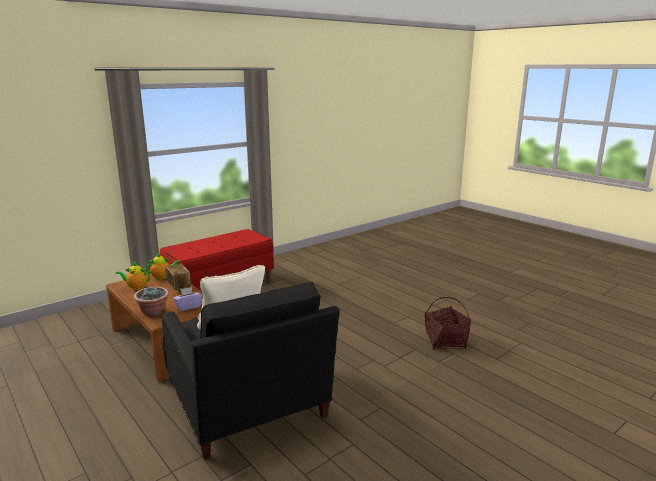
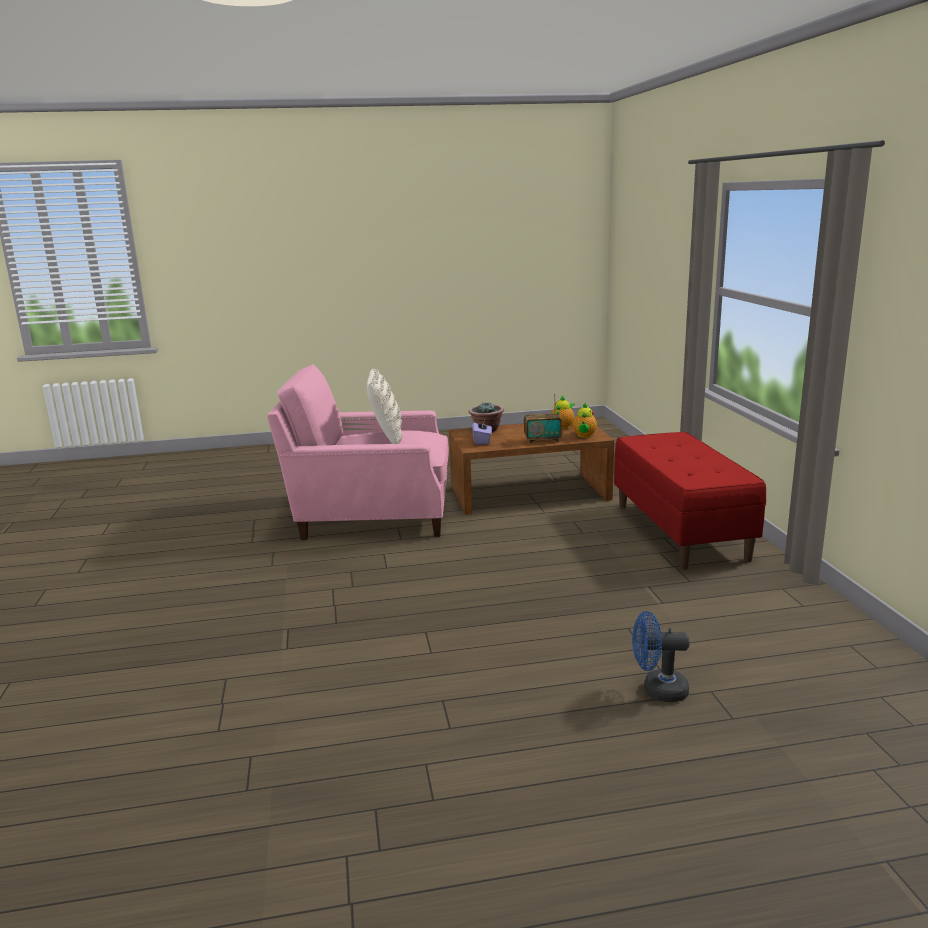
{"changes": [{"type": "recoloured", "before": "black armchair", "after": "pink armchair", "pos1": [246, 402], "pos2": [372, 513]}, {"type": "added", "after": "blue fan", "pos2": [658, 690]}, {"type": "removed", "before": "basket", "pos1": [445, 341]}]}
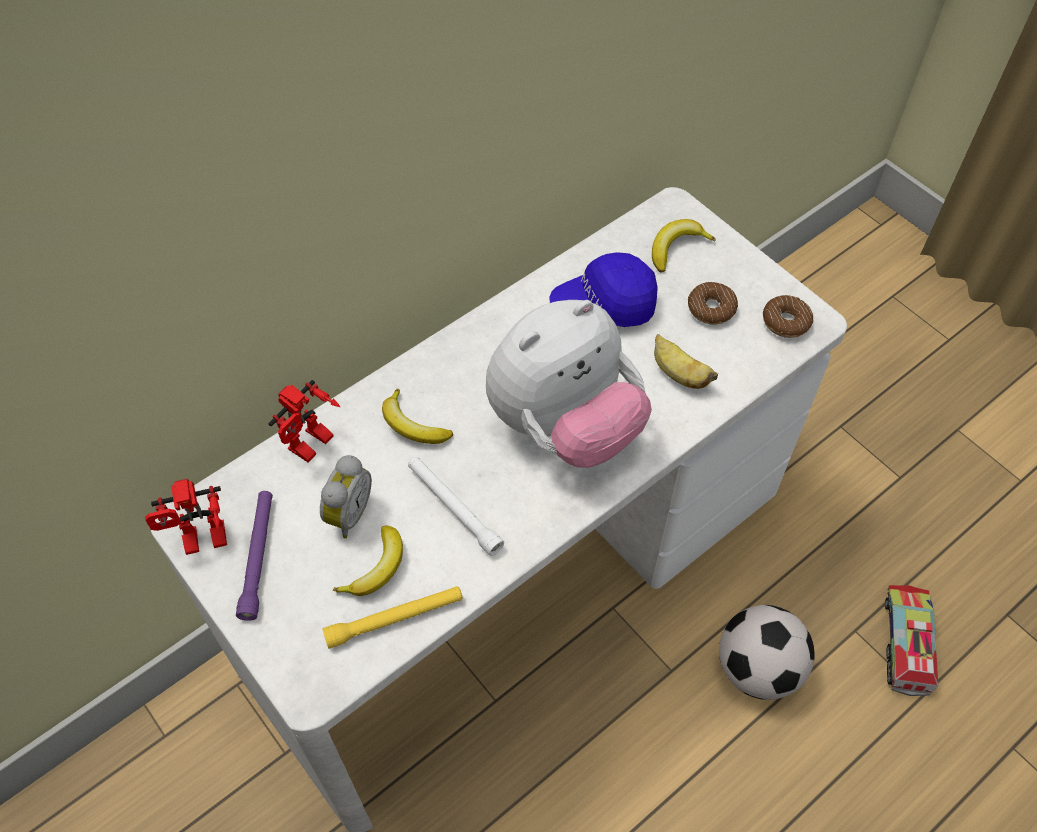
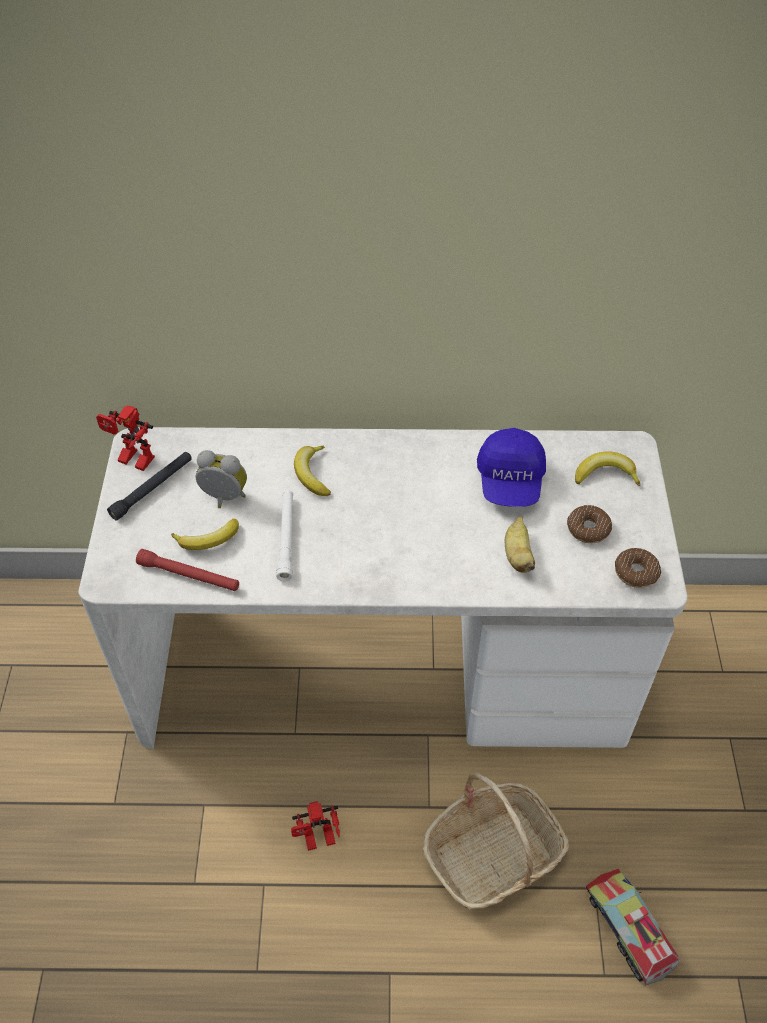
{"changes": [{"type": "recoloured", "before": "purple flashlight", "after": "black flashlight", "pos1": [258, 557], "pos2": [152, 489]}, {"type": "recoloured", "before": "yellow flashlight", "after": "red flashlight", "pos1": [394, 619], "pos2": [189, 575]}, {"type": "turned", "before": "alarm clock", "pos1": [347, 513], "pos2": [223, 498], "turn": -135}, {"type": "moved", "before": "toy robot", "pos1": [313, 447], "pos2": [318, 842]}, {"type": "replaced", "before": "football", "after": "basket", "pos1": [758, 668], "pos2": [493, 854]}, {"type": "turned", "before": "blue cap", "pos1": [603, 308], "pos2": [510, 481], "turn": -105}, {"type": "turned", "before": "toy truck", "pos1": [906, 642], "pos2": [628, 928], "turn": -75}, {"type": "removed", "before": "plush toy", "pos1": [565, 426]}]}
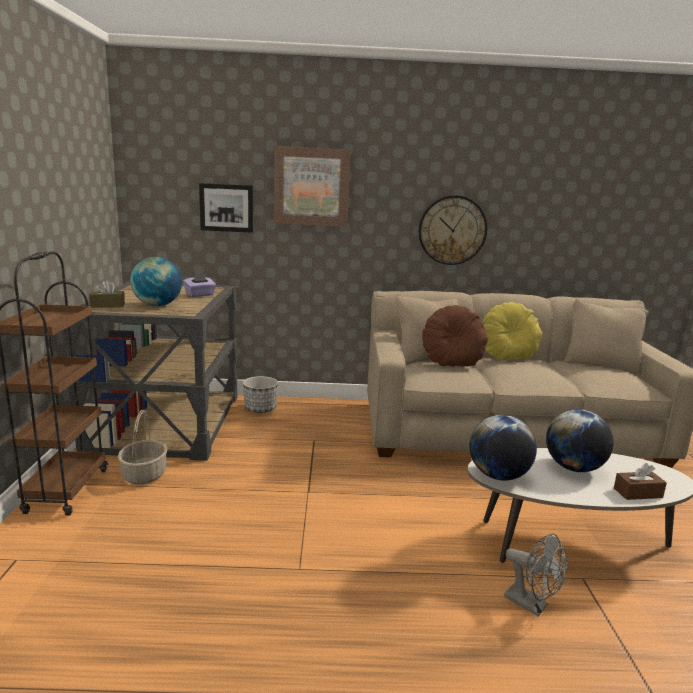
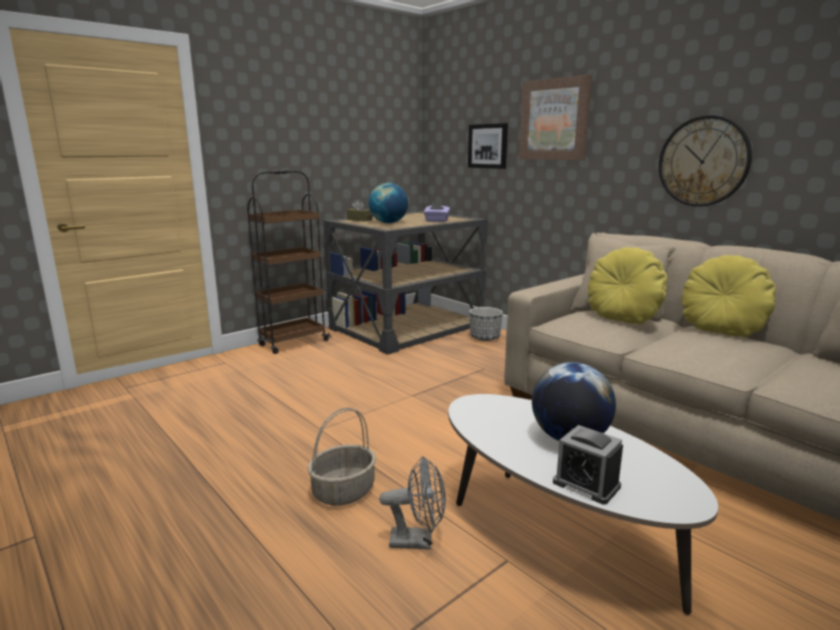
{"changes": [{"type": "moved", "before": "basket", "pos1": [144, 474], "pos2": [343, 491]}, {"type": "turned", "before": "grey fan", "pos1": [532, 605], "pos2": [418, 541], "turn": -90}, {"type": "replaced", "before": "brown tissue box", "after": "alarm clock", "pos1": [637, 493], "pos2": [586, 484]}, {"type": "recoloured", "before": "brown pillow", "after": "yellow pillow", "pos1": [452, 364], "pos2": [622, 319]}, {"type": "removed", "before": "globe", "pos1": [498, 476]}]}
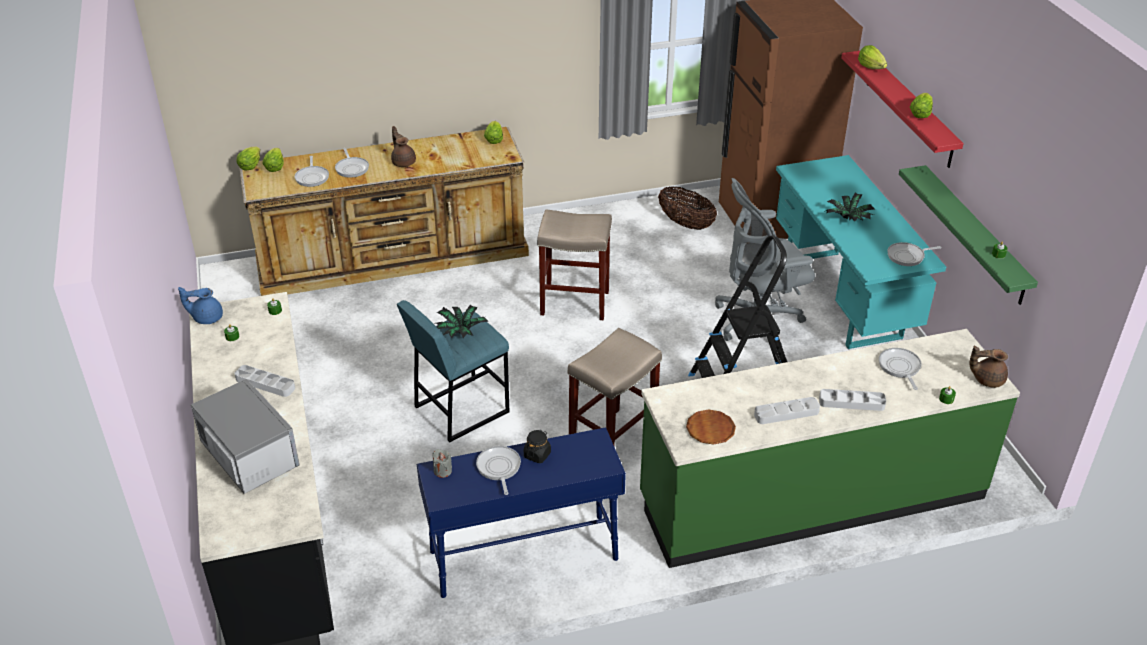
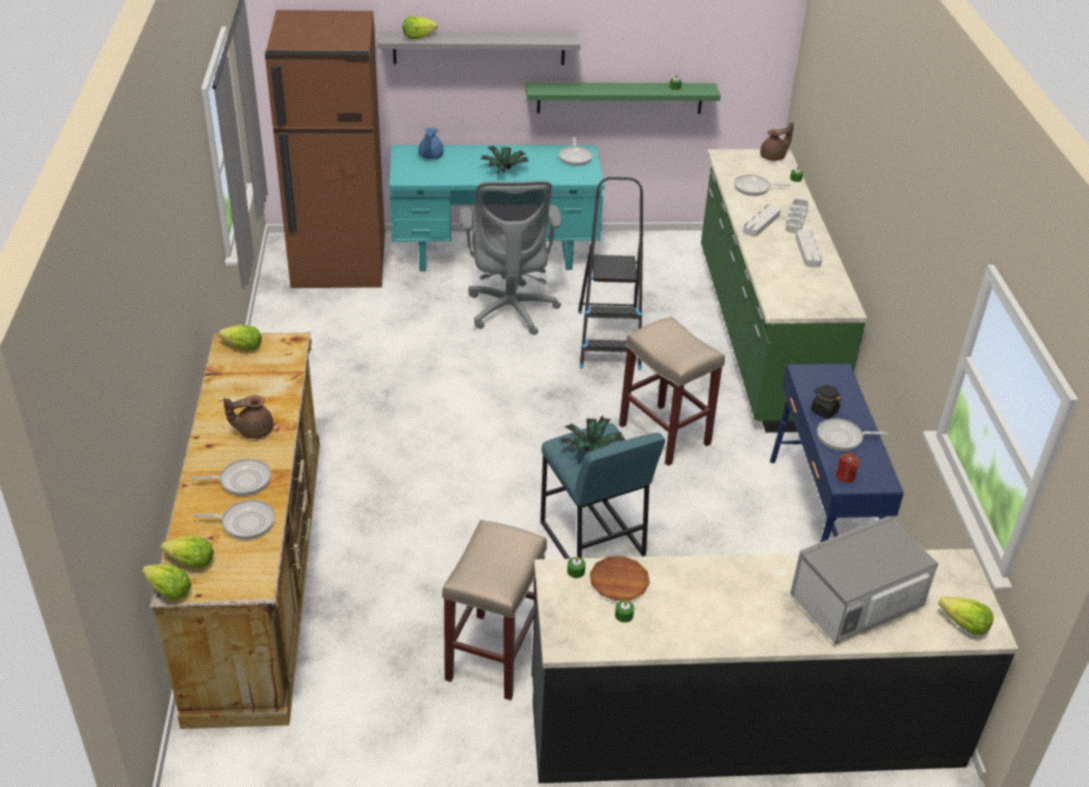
{"changes": [{"type": "recoloured", "before": "red shelf", "after": "grey shelf", "pos1": [909, 108], "pos2": [479, 48]}, {"type": "moved", "before": "blue teapot", "pos1": [206, 317], "pos2": [430, 156]}, {"type": "moved", "before": "beige stool", "pos1": [576, 303], "pos2": [494, 654]}, {"type": "moved", "before": "brown plate", "pos1": [710, 430], "pos2": [619, 581]}, {"type": "moved", "before": "grey tray", "pos1": [265, 383], "pos2": [761, 223]}, {"type": "turned", "before": "brown teapot", "pos1": [987, 379], "pos2": [773, 157], "turn": -135}, {"type": "recoloured", "before": "grey candle", "after": "red candle", "pos1": [442, 471], "pos2": [845, 476]}, {"type": "moved", "before": "lettuce", "pos1": [920, 114], "pos2": [964, 625]}, {"type": "removed", "before": "basket", "pos1": [686, 224]}]}
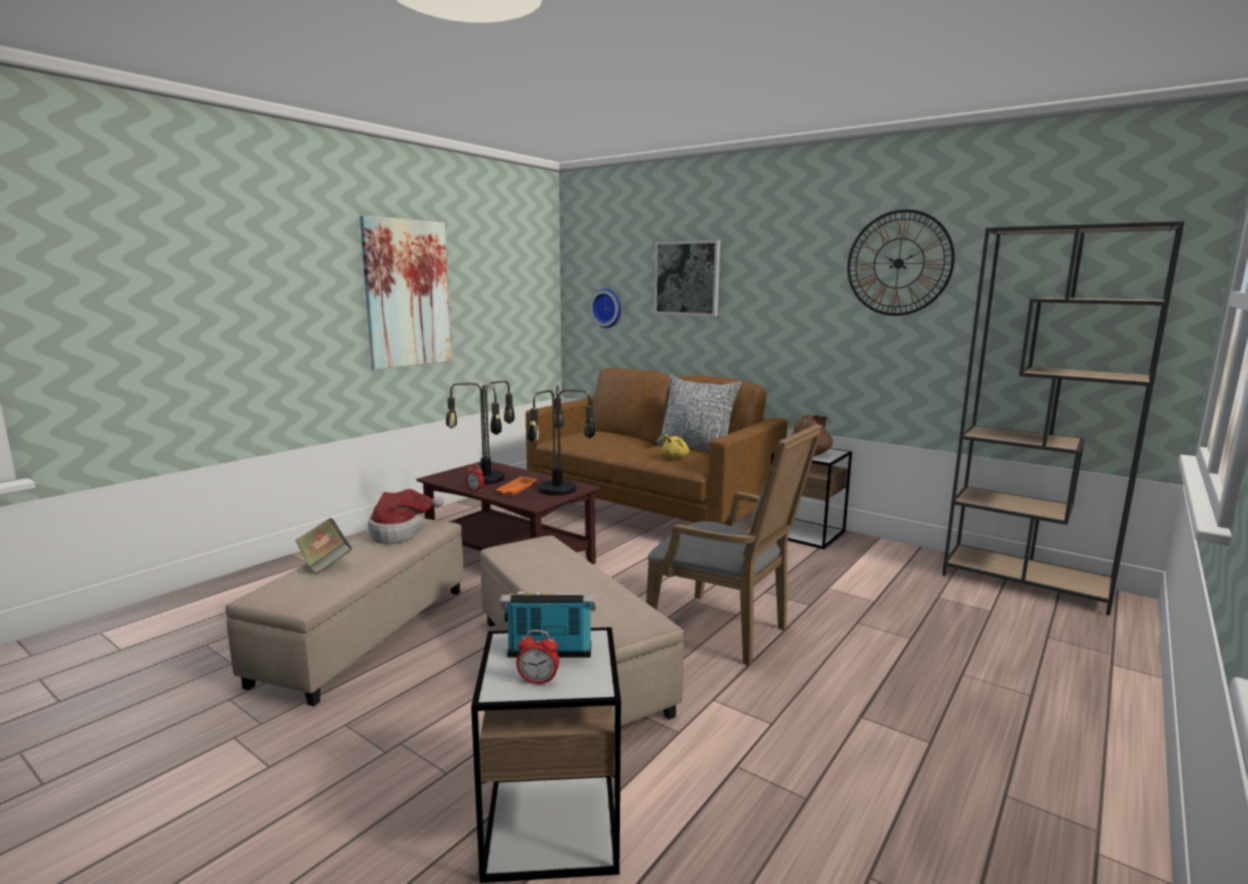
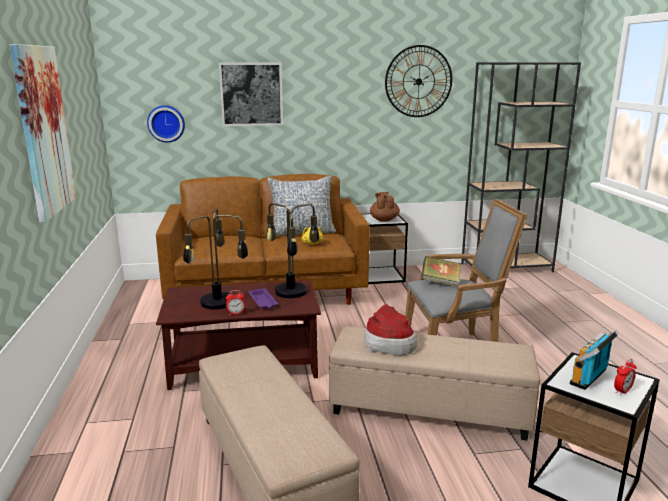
{"changes": [{"type": "recoloured", "before": "orange tray", "after": "purple tray", "pos1": [516, 489], "pos2": [263, 301]}, {"type": "moved", "before": "hat", "pos1": [400, 532], "pos2": [389, 343]}, {"type": "moved", "before": "book", "pos1": [324, 563], "pos2": [440, 282]}]}
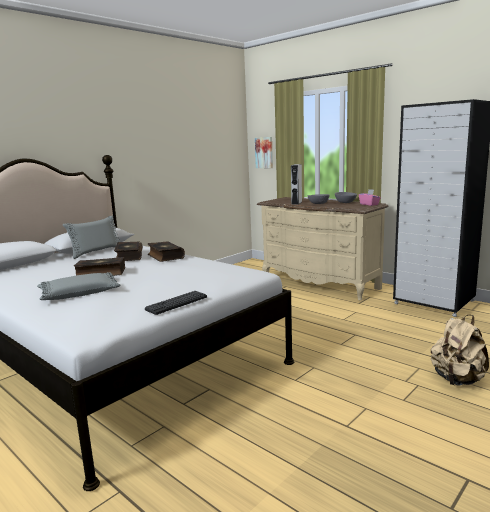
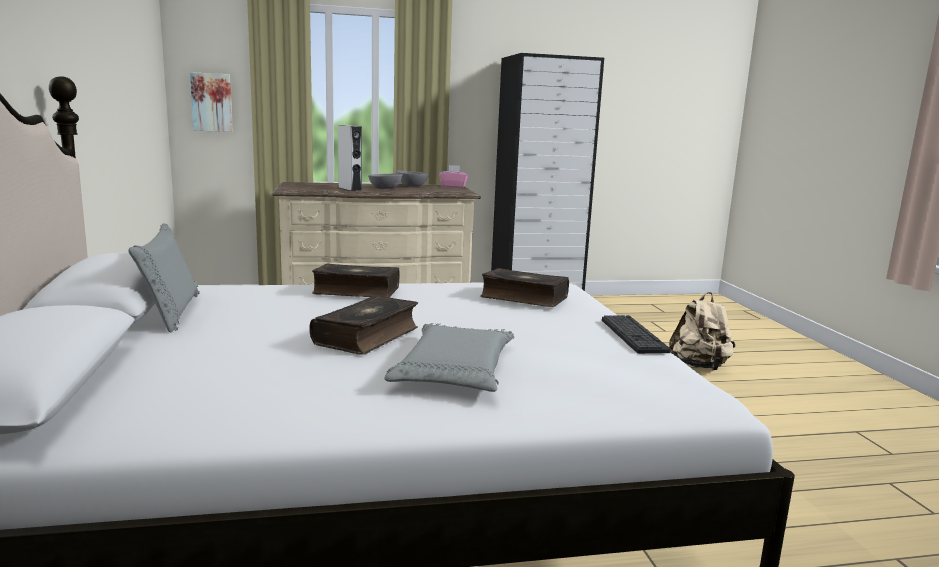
{"changes": [{"type": "moved", "before": "book", "pos1": [128, 256], "pos2": [523, 298]}]}
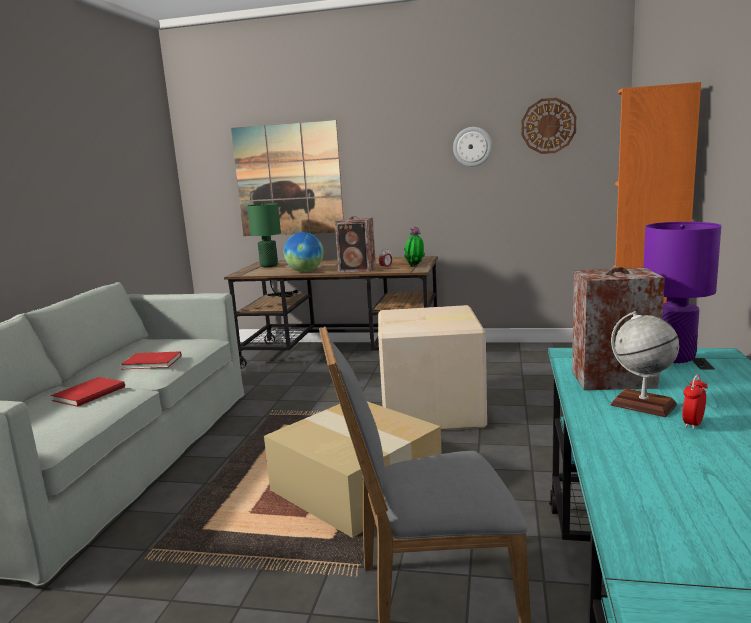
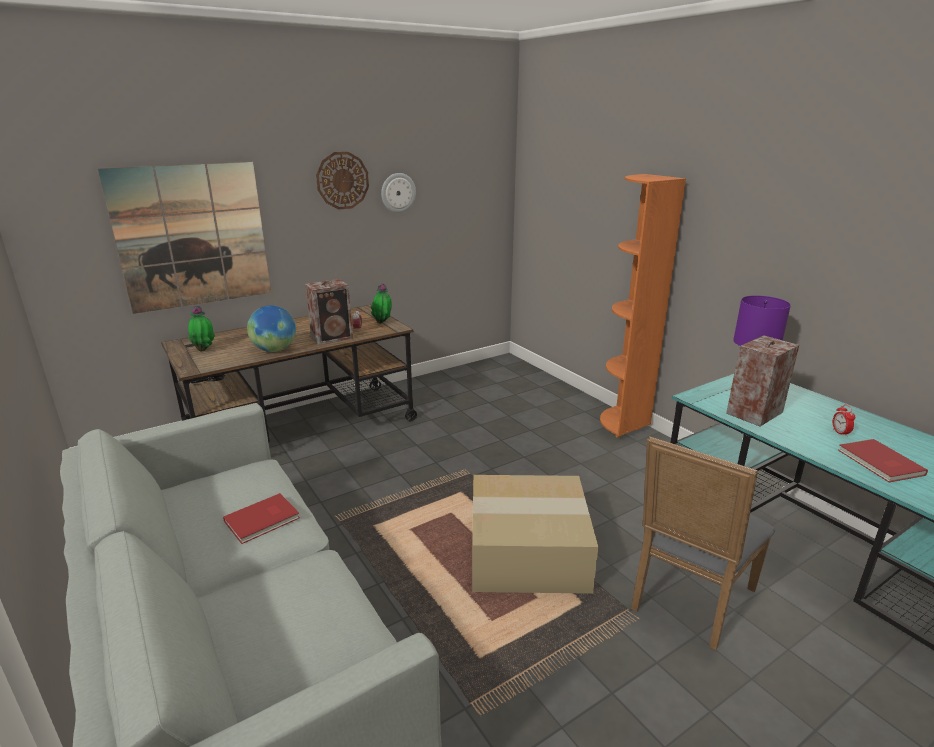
{"changes": [{"type": "replaced", "before": "green table lamp", "after": "potted plant", "pos1": [269, 266], "pos2": [204, 350]}, {"type": "moved", "before": "wall clock", "pos1": [548, 126], "pos2": [342, 180]}, {"type": "moved", "before": "red book", "pos1": [87, 394], "pos2": [879, 463]}, {"type": "removed", "before": "cardboard box", "pos1": [433, 411]}, {"type": "removed", "before": "globe", "pos1": [642, 405]}]}
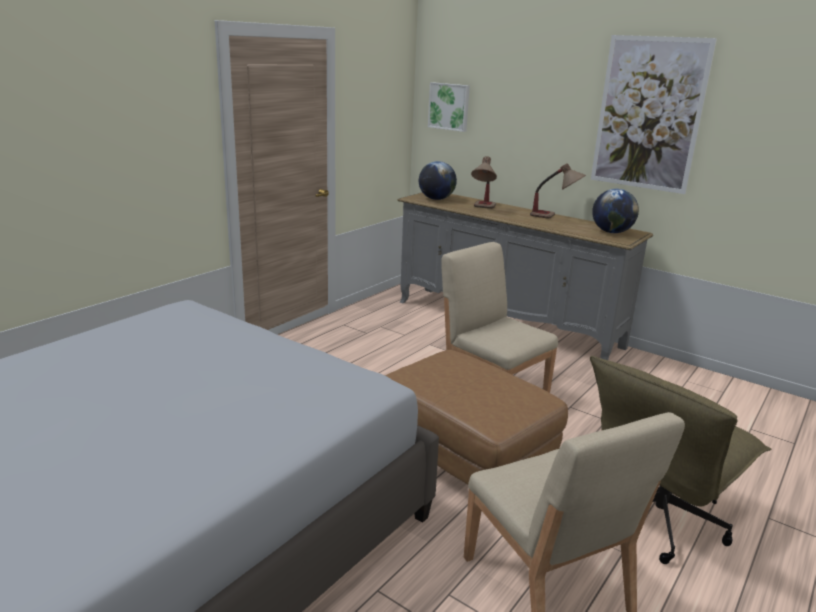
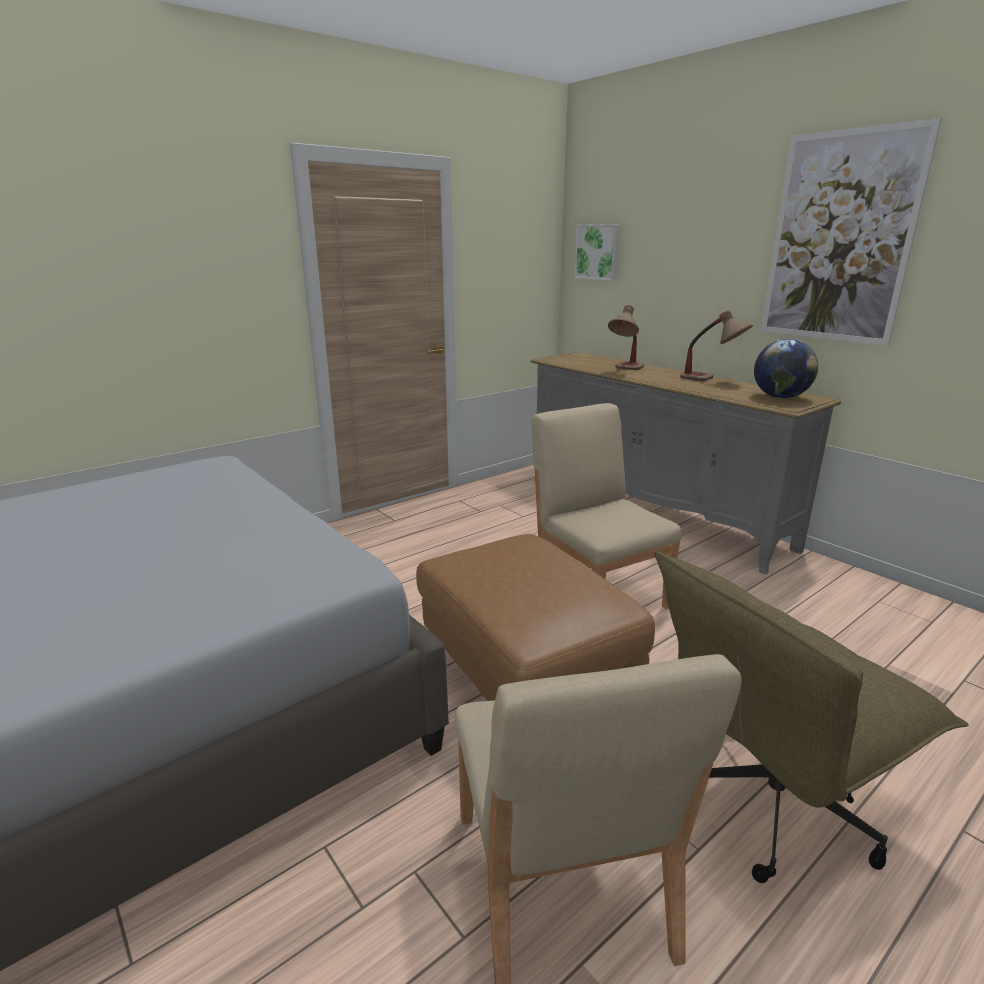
{"changes": [{"type": "removed", "before": "globe", "pos1": [436, 199]}]}
